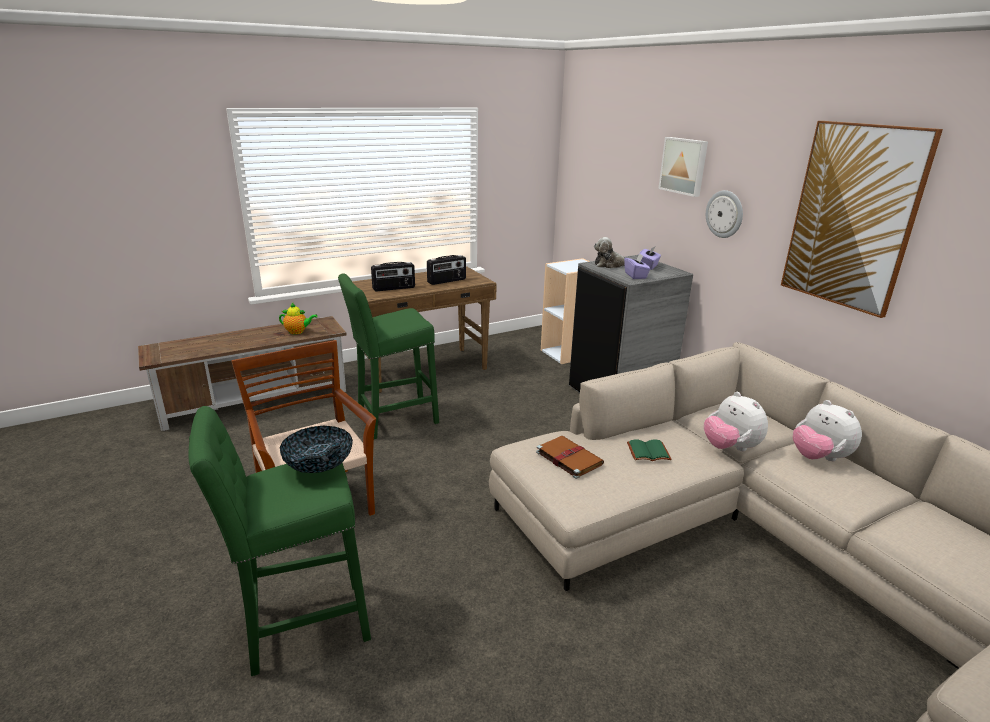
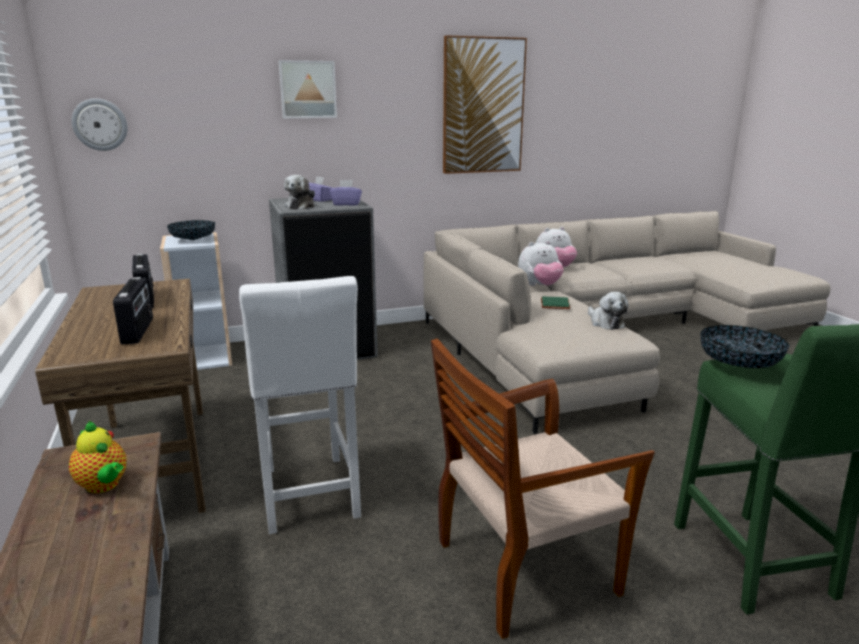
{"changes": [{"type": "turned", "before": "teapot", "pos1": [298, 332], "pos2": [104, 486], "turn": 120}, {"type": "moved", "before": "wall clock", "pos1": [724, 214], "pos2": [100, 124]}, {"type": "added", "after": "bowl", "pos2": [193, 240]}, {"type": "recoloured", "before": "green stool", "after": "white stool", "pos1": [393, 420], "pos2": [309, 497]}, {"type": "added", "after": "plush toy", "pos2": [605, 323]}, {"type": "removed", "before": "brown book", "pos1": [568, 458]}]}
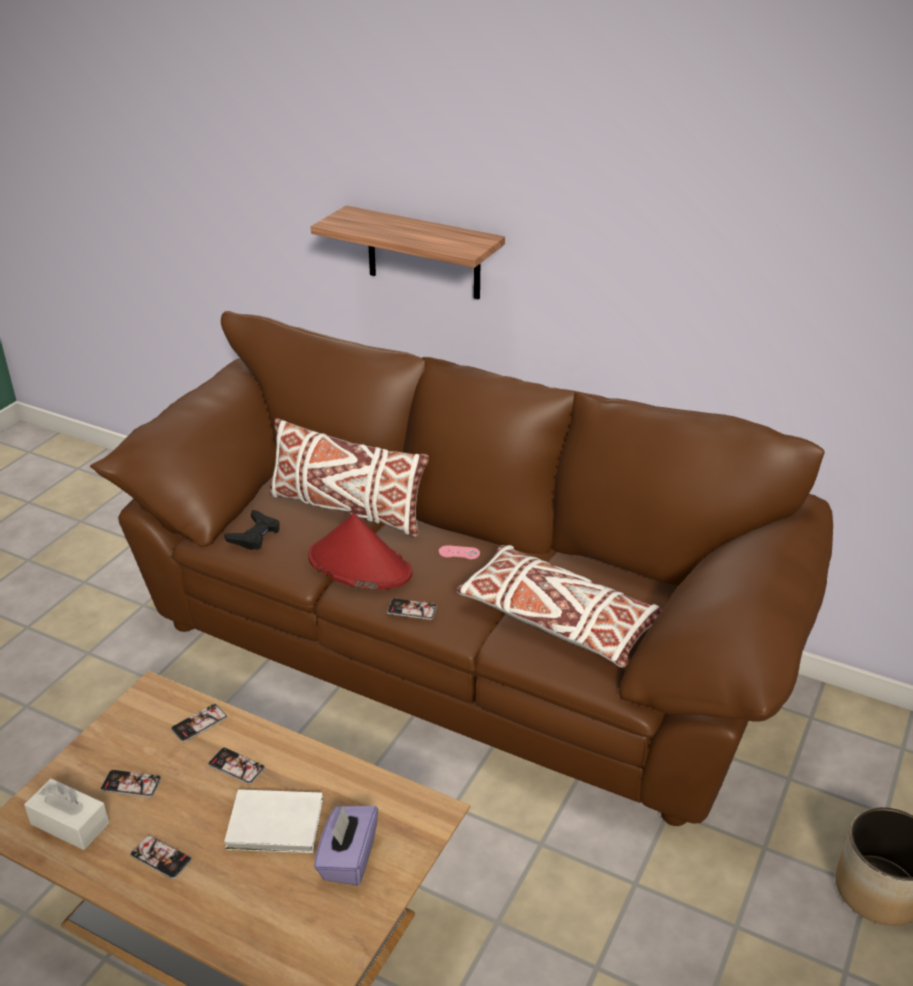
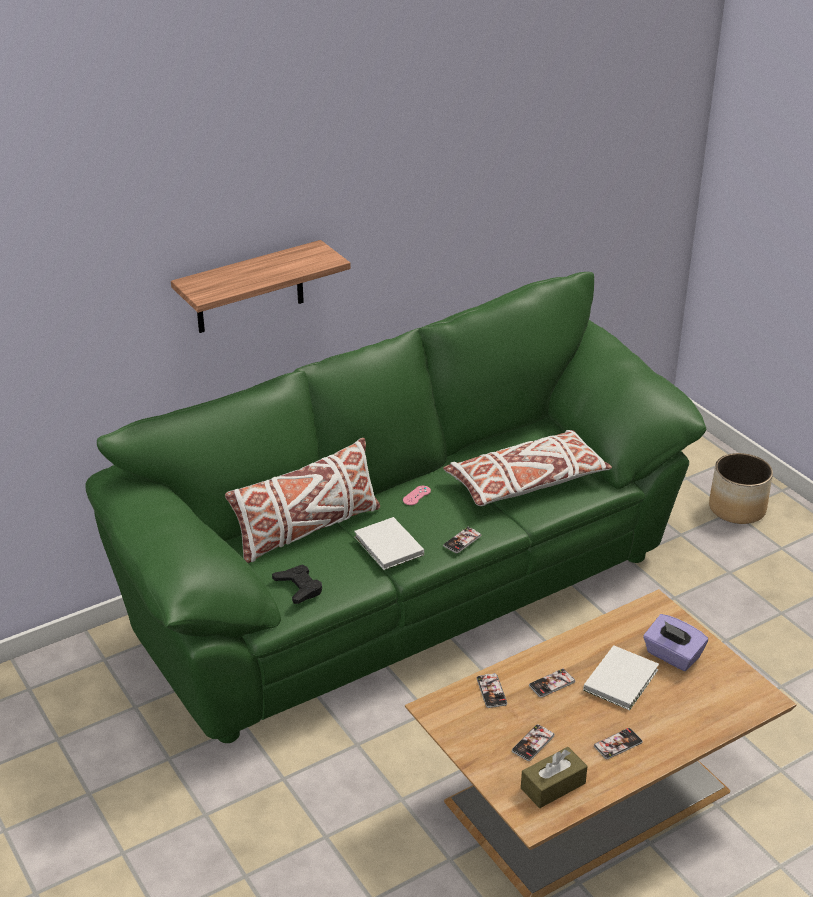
{"changes": [{"type": "recoloured", "before": "brown sofa", "after": "green sofa", "pos1": [455, 658], "pos2": [408, 594]}, {"type": "replaced", "before": "red hat", "after": "white book", "pos1": [359, 565], "pos2": [388, 547]}, {"type": "recoloured", "before": "white tissue box", "after": "brown tissue box", "pos1": [70, 823], "pos2": [553, 786]}]}
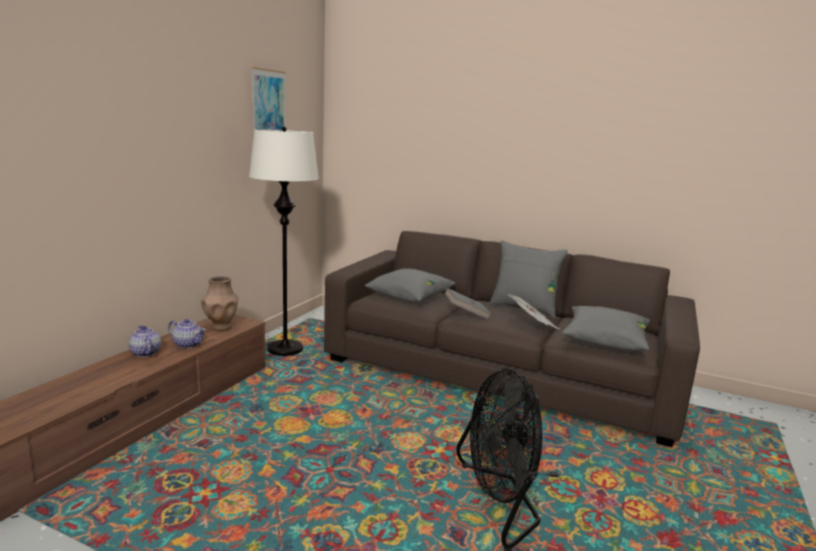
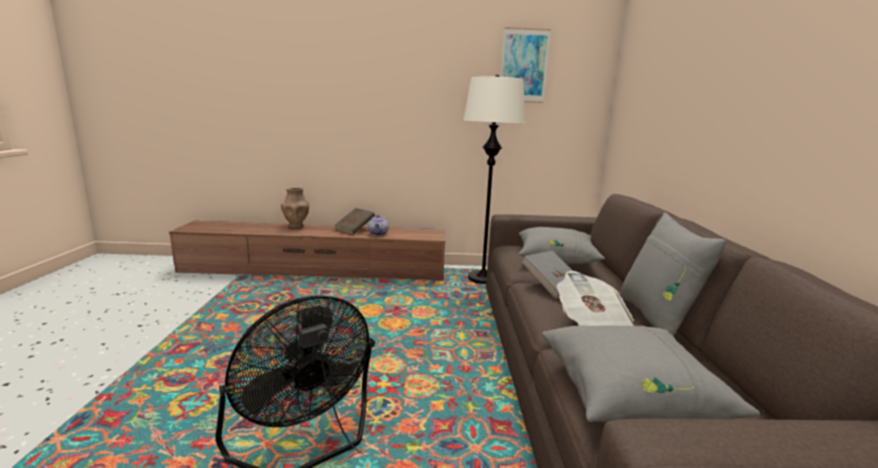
{"changes": [{"type": "moved", "before": "brown vase", "pos1": [221, 327], "pos2": [296, 226]}, {"type": "replaced", "before": "teapot", "after": "brown book", "pos1": [145, 353], "pos2": [354, 229]}]}
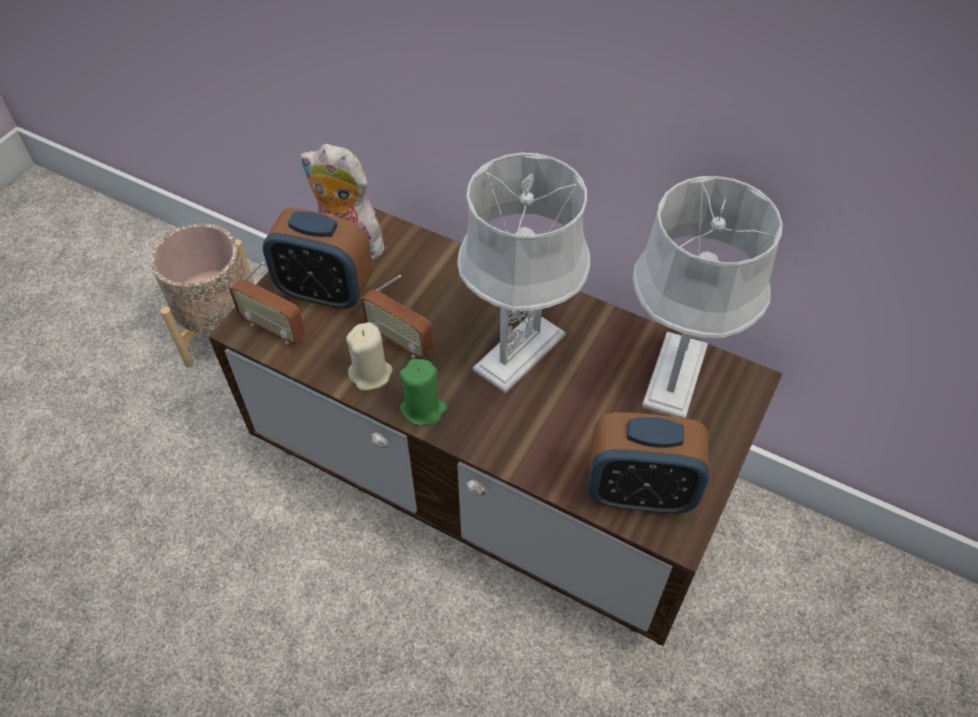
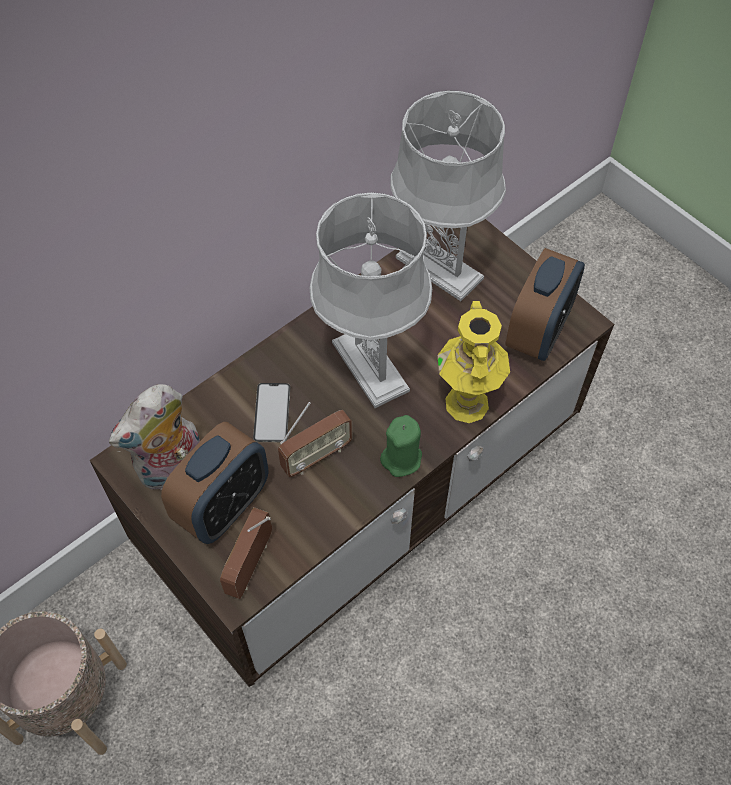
{"changes": [{"type": "turned", "before": "radio", "pos1": [273, 329], "pos2": [251, 565], "turn": 150}, {"type": "added", "after": "phone", "pos2": [272, 412]}, {"type": "added", "after": "yellow vase", "pos2": [468, 403]}, {"type": "removed", "before": "beige candle", "pos1": [371, 373]}]}
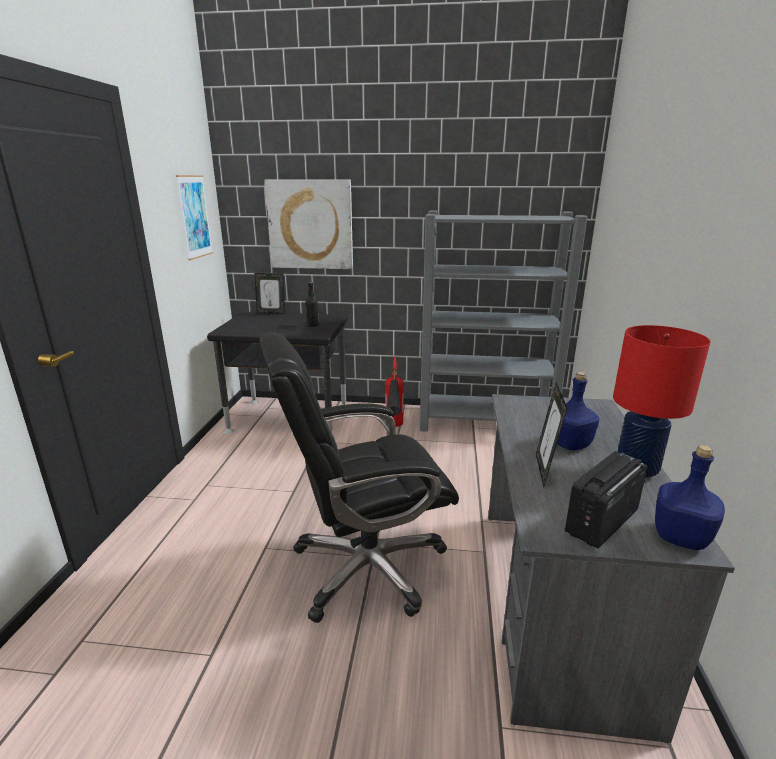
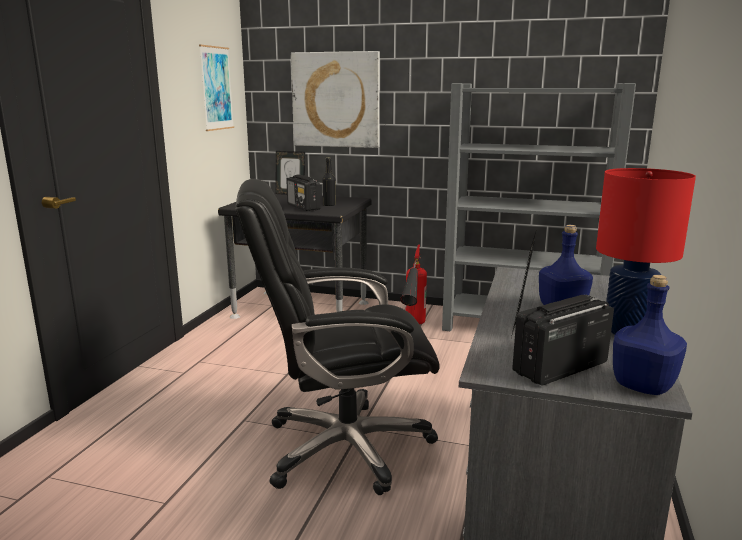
{"changes": [{"type": "added", "after": "radio", "pos2": [303, 207]}]}
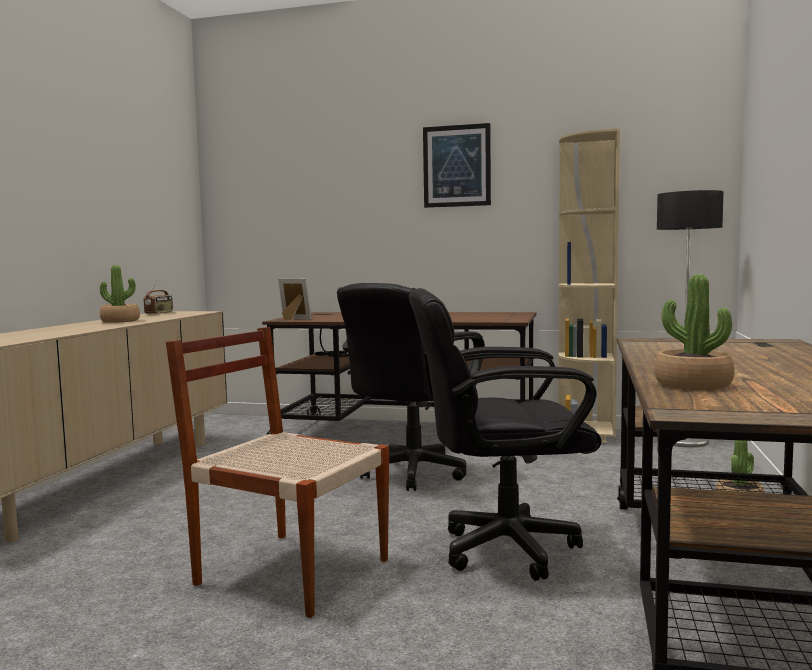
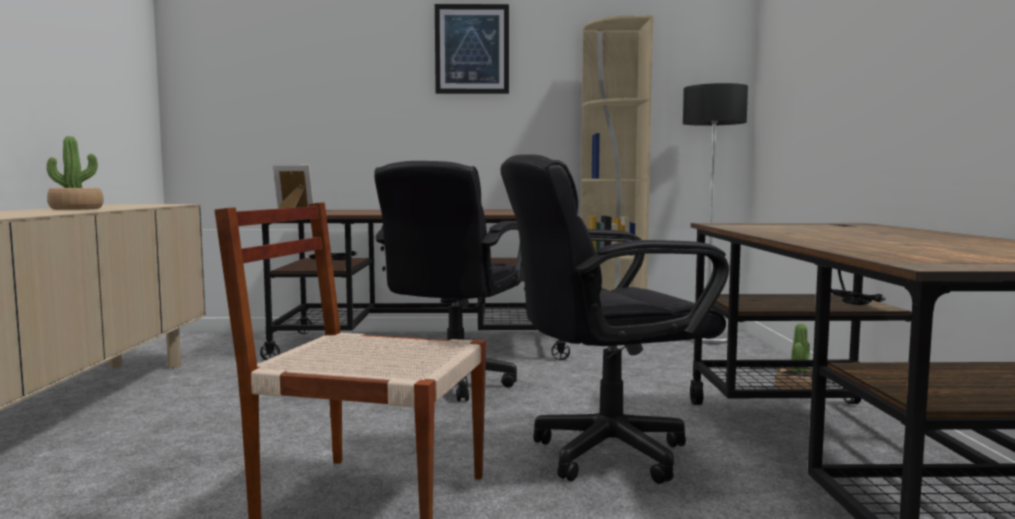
{"changes": [{"type": "removed", "before": "radio", "pos1": [159, 313]}, {"type": "removed", "before": "potted plant", "pos1": [693, 384]}]}
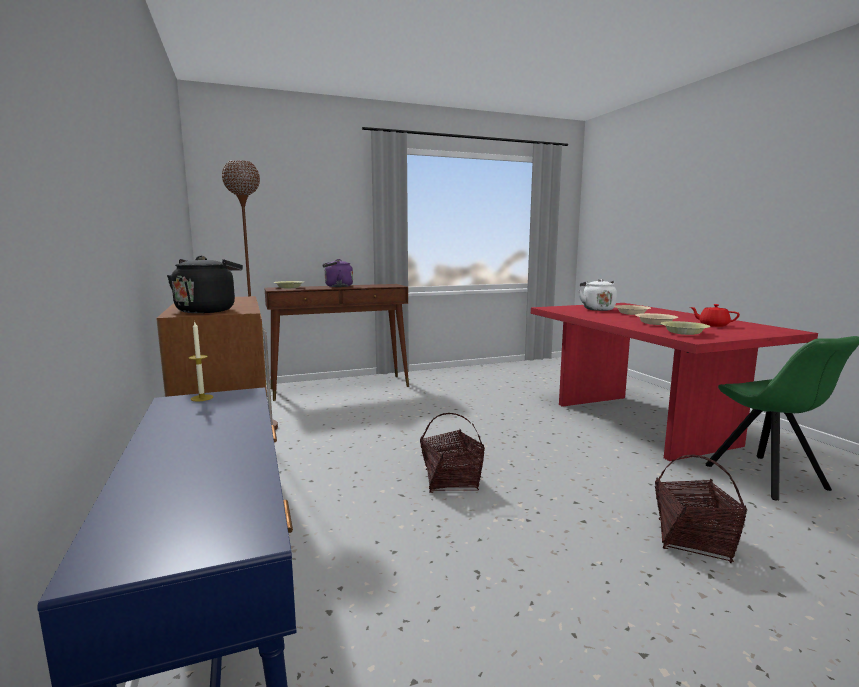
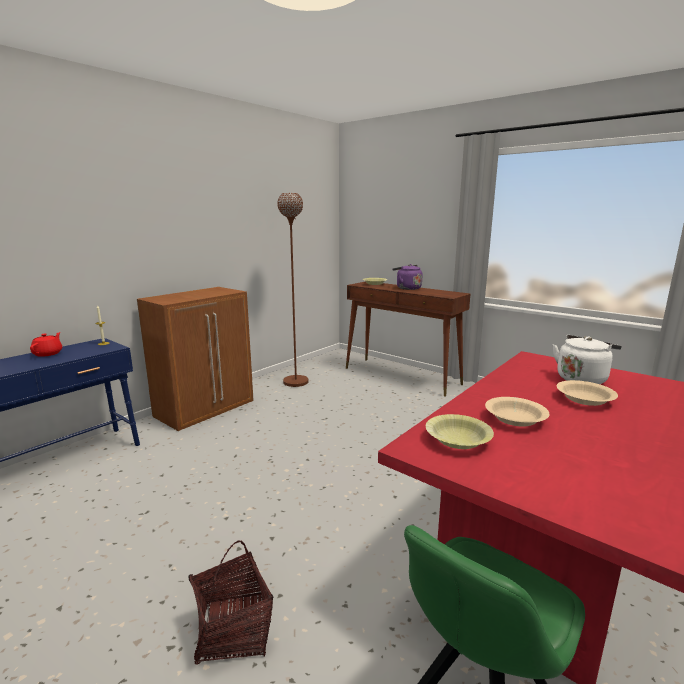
{"changes": [{"type": "moved", "before": "red teapot", "pos1": [713, 325], "pos2": [48, 353]}, {"type": "removed", "before": "black kettle", "pos1": [207, 310]}, {"type": "removed", "before": "basket", "pos1": [450, 480]}]}
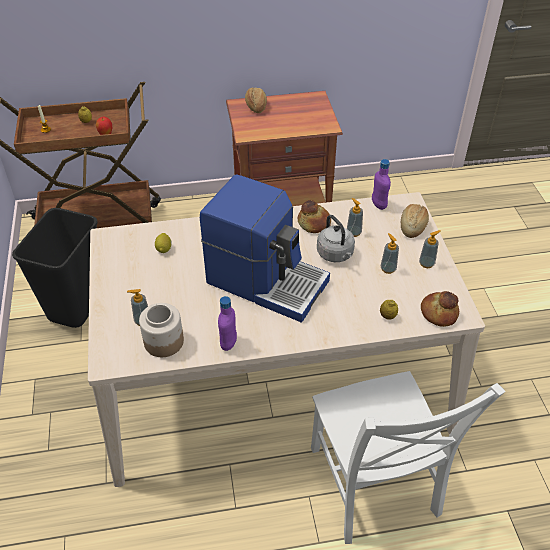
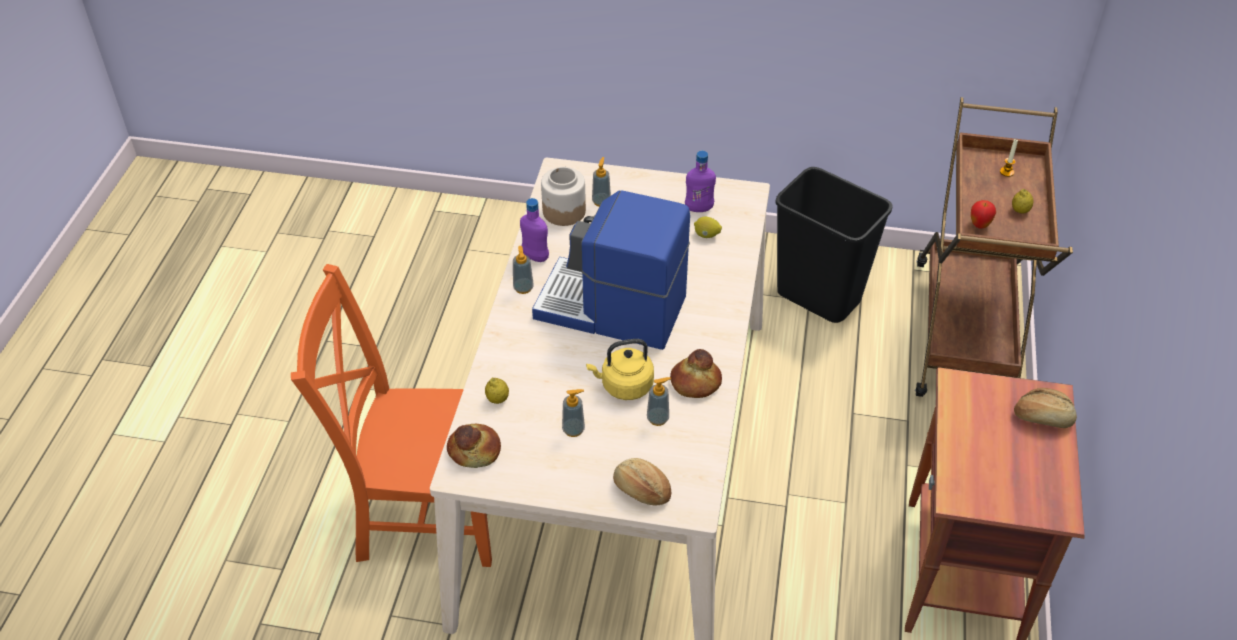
{"changes": [{"type": "recoloured", "before": "white chair", "after": "orange chair", "pos1": [375, 486], "pos2": [425, 511]}, {"type": "moved", "before": "soap dispenser", "pos1": [426, 263], "pos2": [523, 288]}, {"type": "turned", "before": "coffee machine", "pos1": [267, 280], "pos2": [611, 309], "turn": 60}, {"type": "recoloured", "before": "grey kettle", "after": "yellow kettle", "pos1": [336, 254], "pos2": [624, 386]}, {"type": "moved", "before": "purple bottle", "pos1": [378, 204], "pos2": [699, 208]}]}
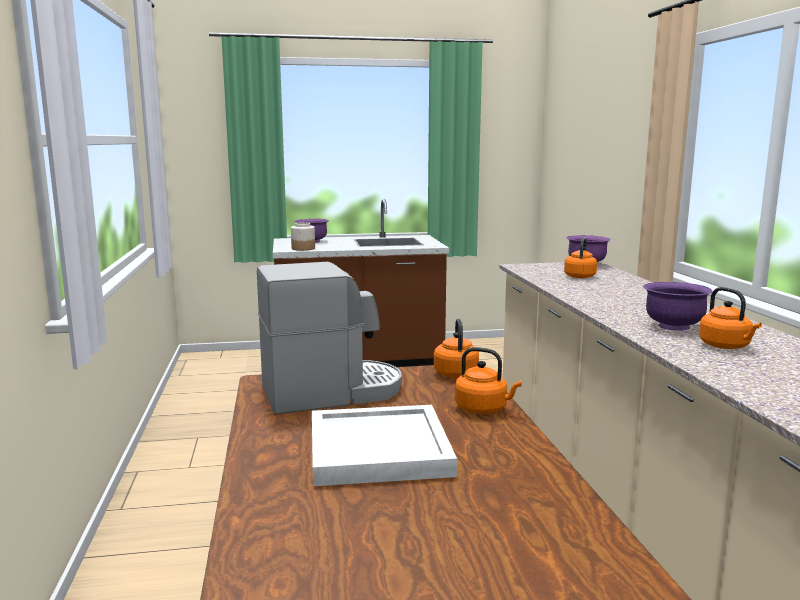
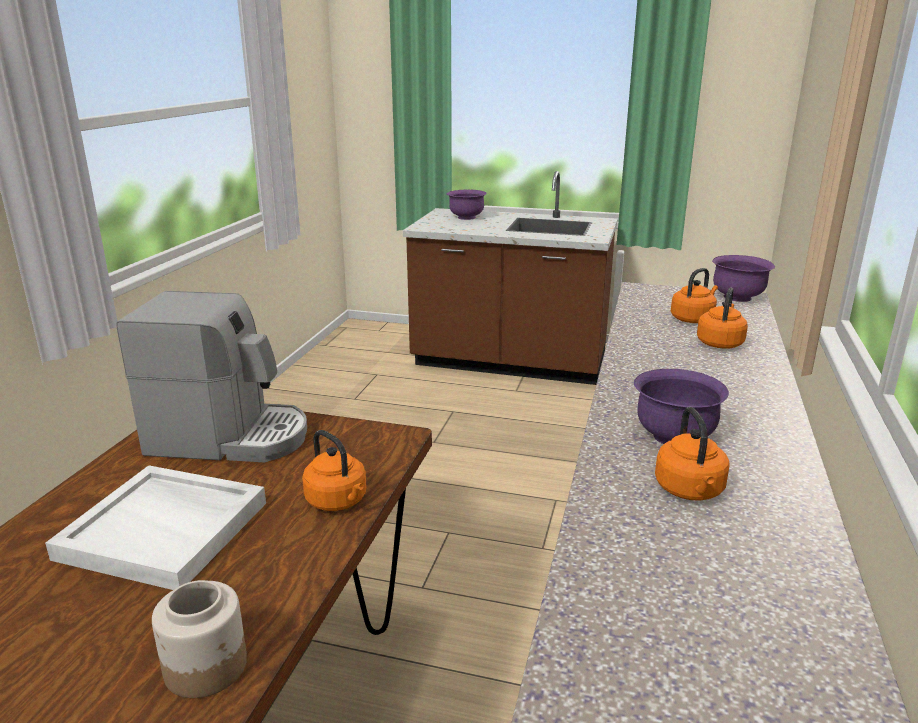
{"changes": [{"type": "moved", "before": "jar", "pos1": [303, 248], "pos2": [207, 667]}, {"type": "moved", "before": "orange kettle", "pos1": [455, 373], "pos2": [720, 343]}]}
